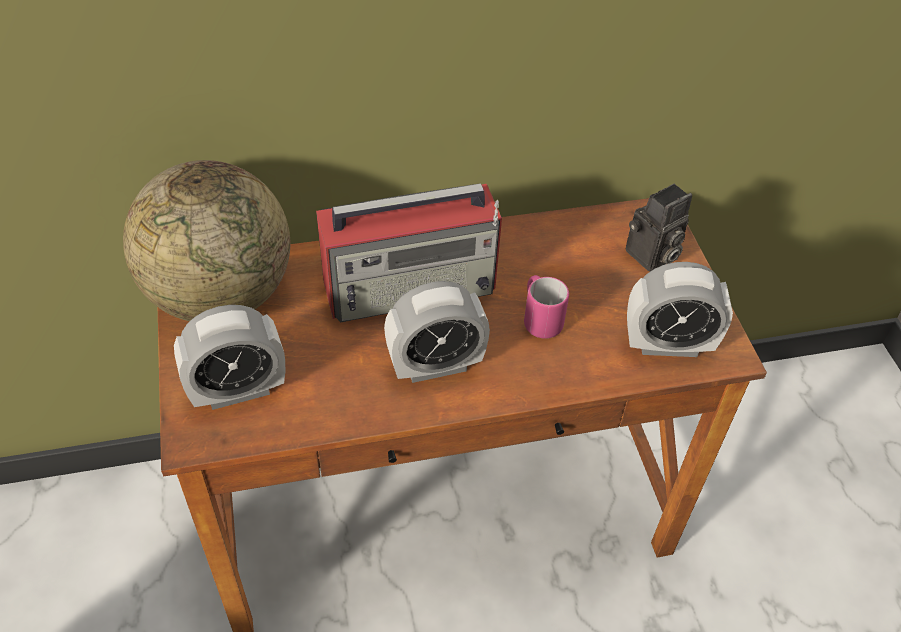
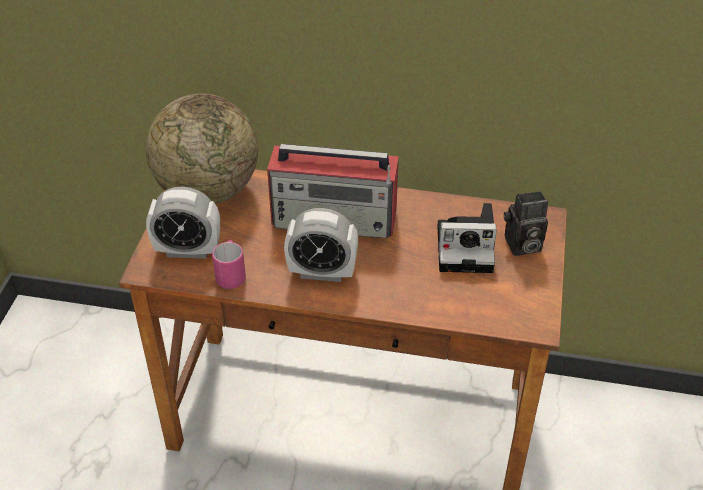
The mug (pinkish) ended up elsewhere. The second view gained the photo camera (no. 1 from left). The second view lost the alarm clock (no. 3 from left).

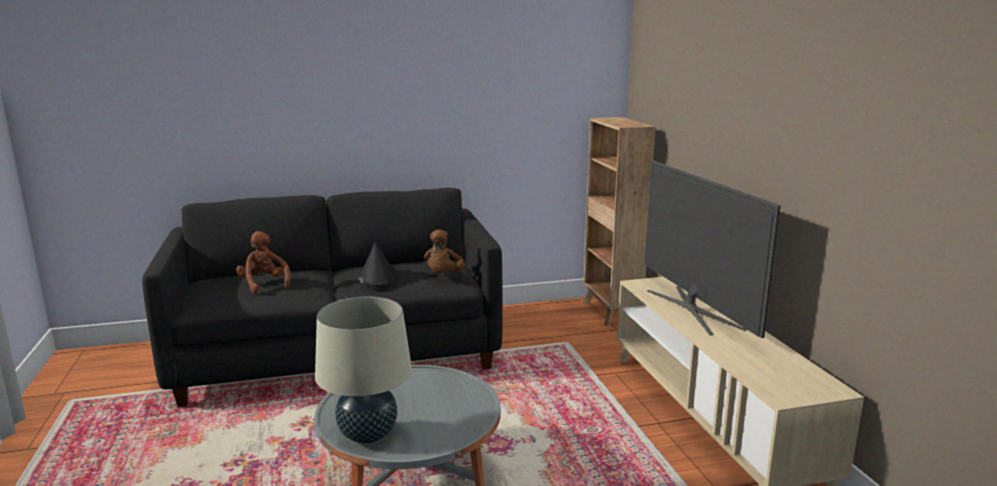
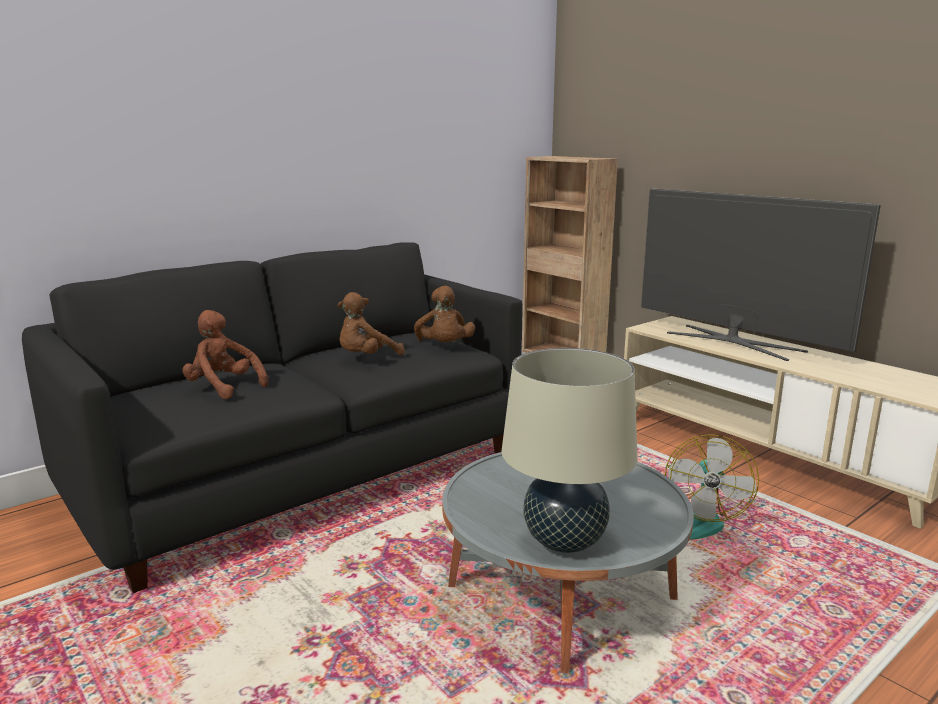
Where the clothing hat (blackish) stood, the cuddly toy (brown) (no. 2 from left) came to stand. The second view gained the electric fan.

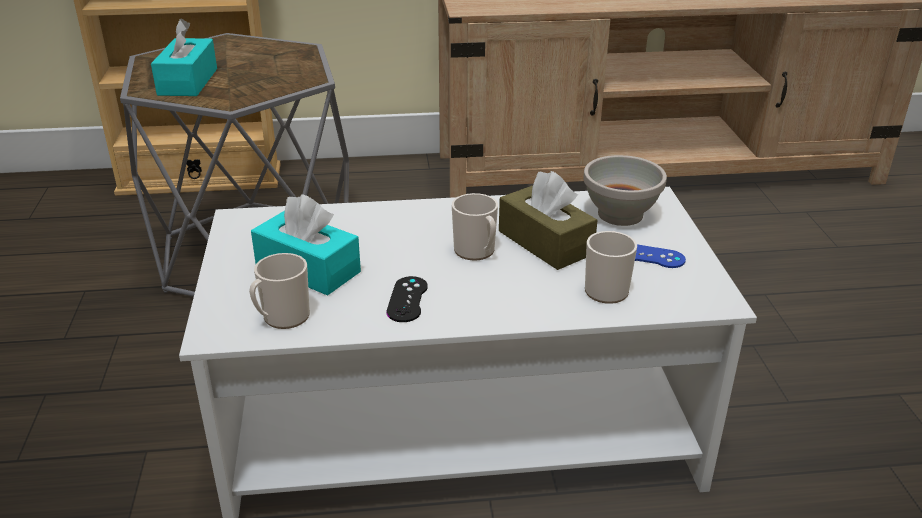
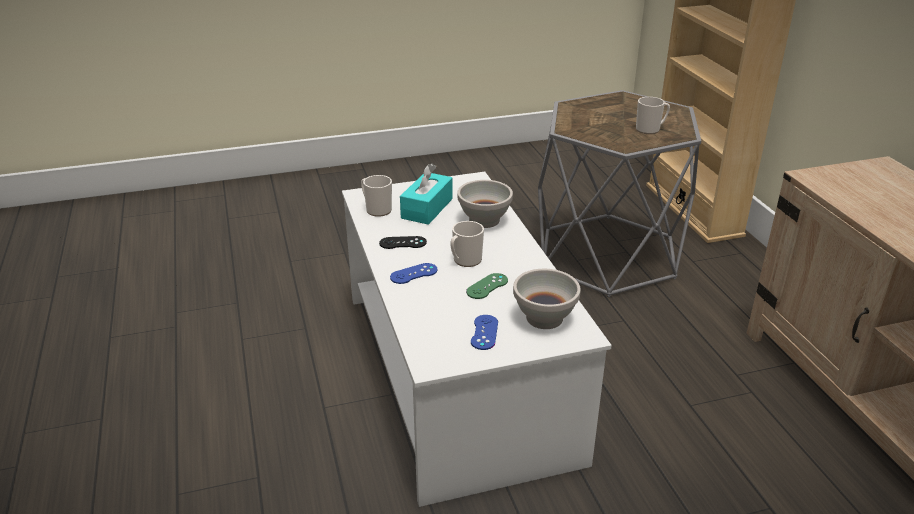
The second view gained the game controller (blue) (no. 1 from left). The second view gained the deep dish (whitish) (no. 1 from left). Where the box of tissues (brown) stood, the game controller (green) came to stand. The mug (no. 3 from left) ended up elsewhere. The second view lost the box of tissues (turquoise-coloured) (no. 1 from left).

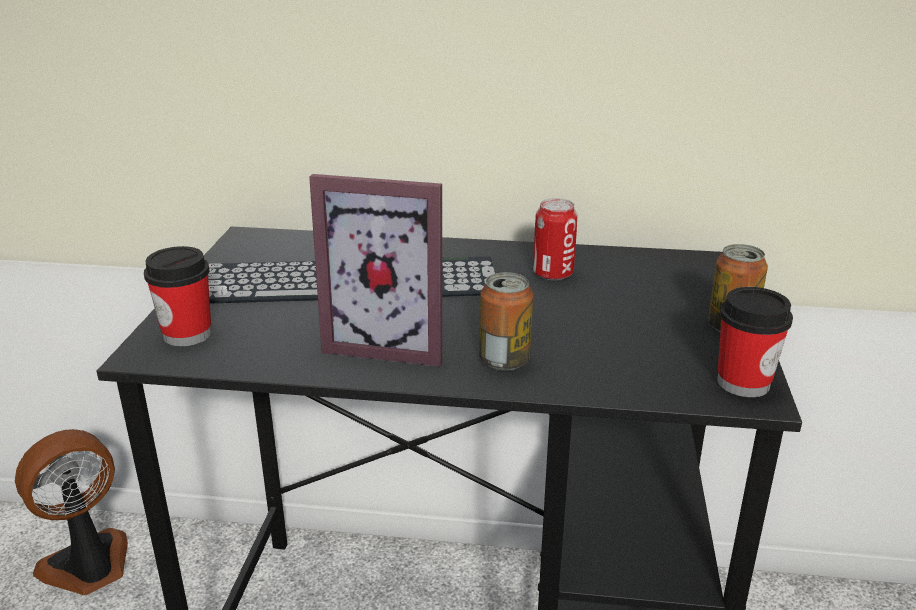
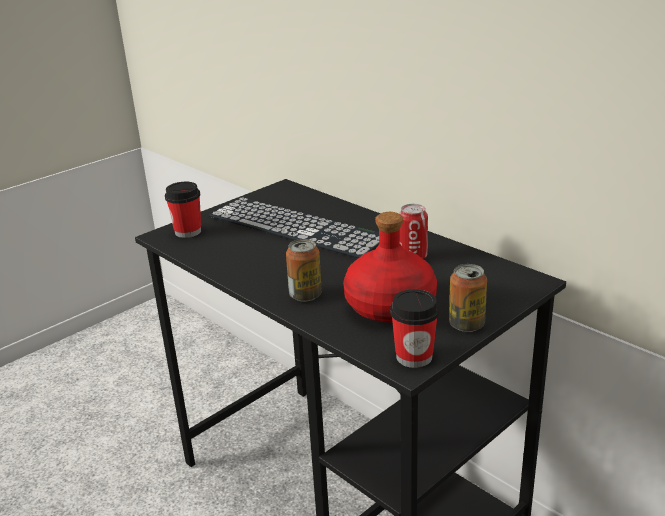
The second view gained the beverage bottle (reddish). The second view lost the electric fan. The second view lost the standing frame.

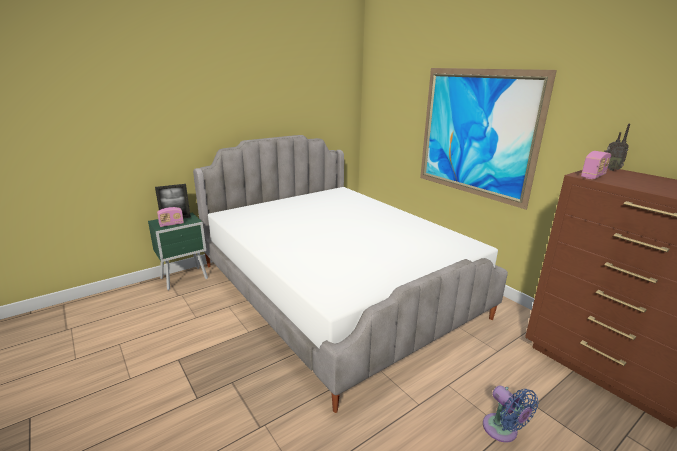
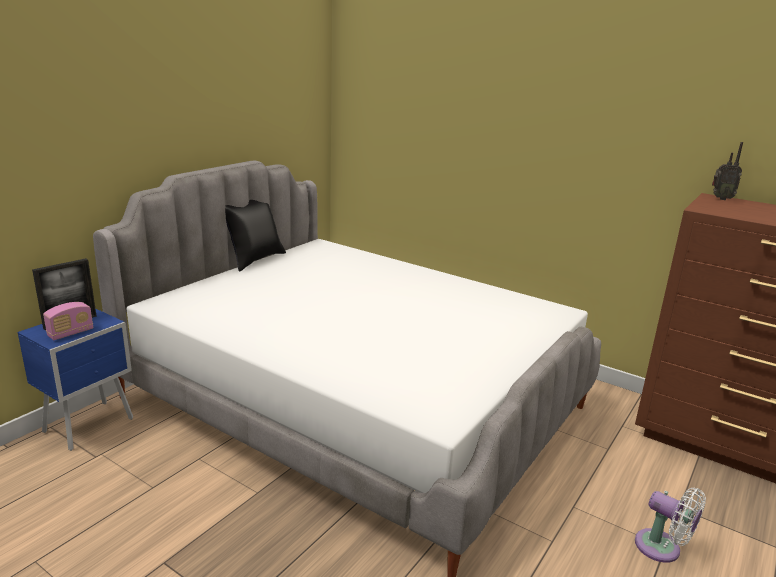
What was the nightstand (green) turned into the nightstand (blue). The second view gained the cushion (blackish). What was the electric fan (blue) turned into the electric fan (whitish). The second view lost the picture. The second view lost the radio (no. 2 from left).

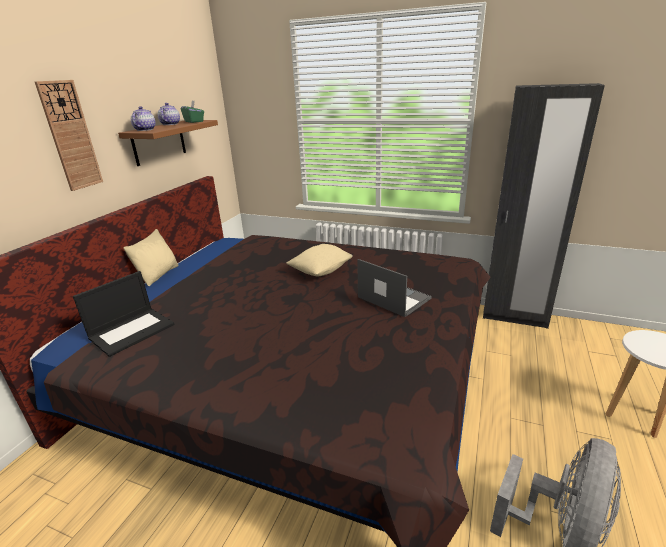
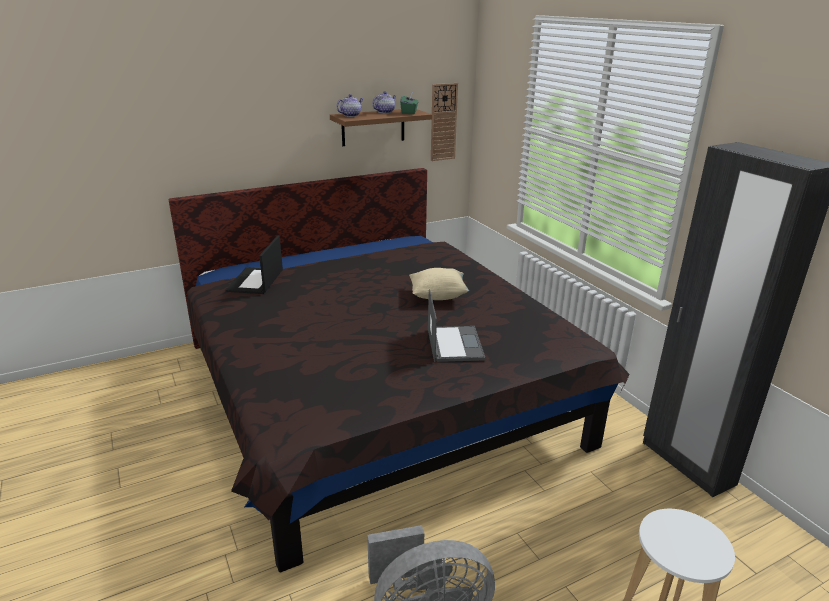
The laptop (no. 1 from left) ended up facing another way, 105 degrees clockwise from before. The hanging clock ended up elsewhere. The second view lost the cushion (beige) (no. 1 from left).

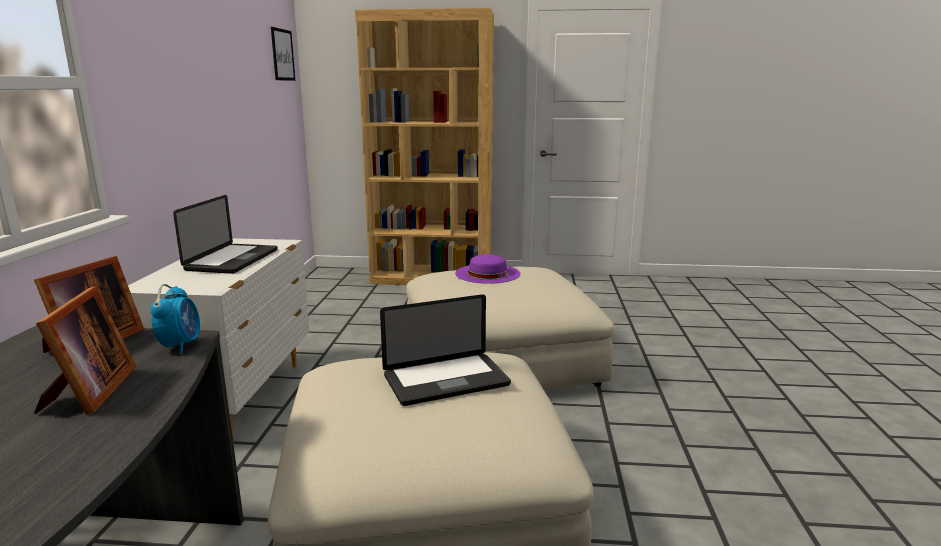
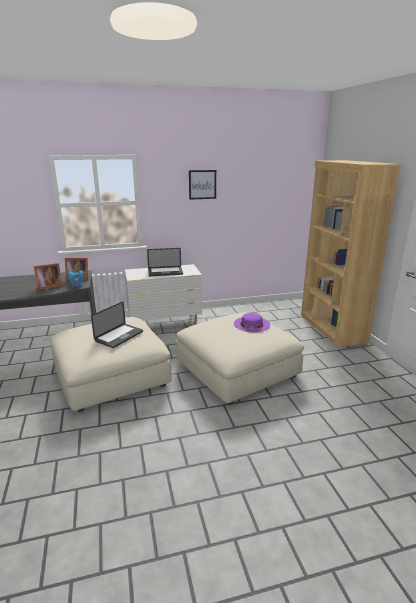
The laptop (no. 2 from left in the first image) ended up facing another way, 105 degrees counterclockwise from before. The picture ended up elsewhere.

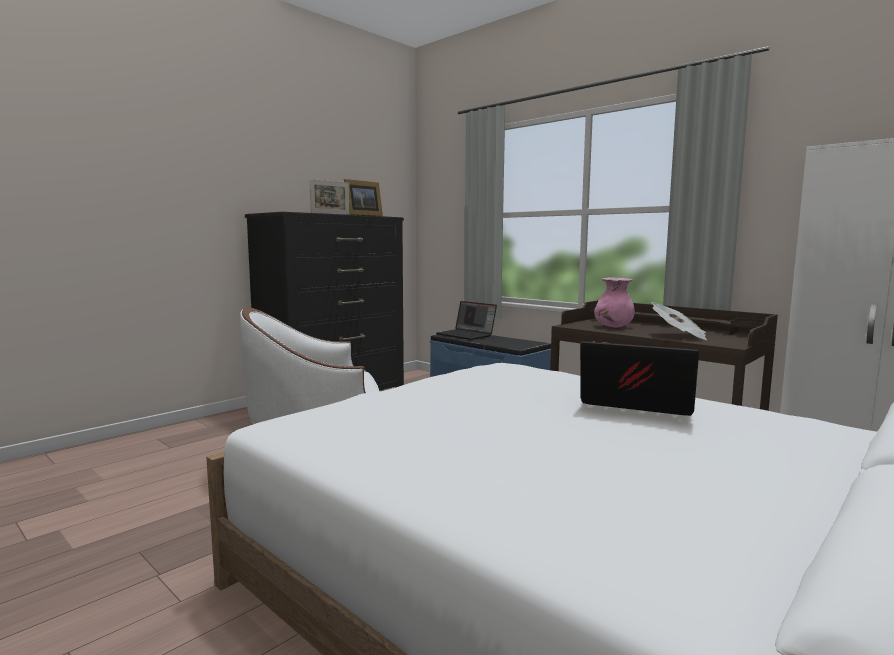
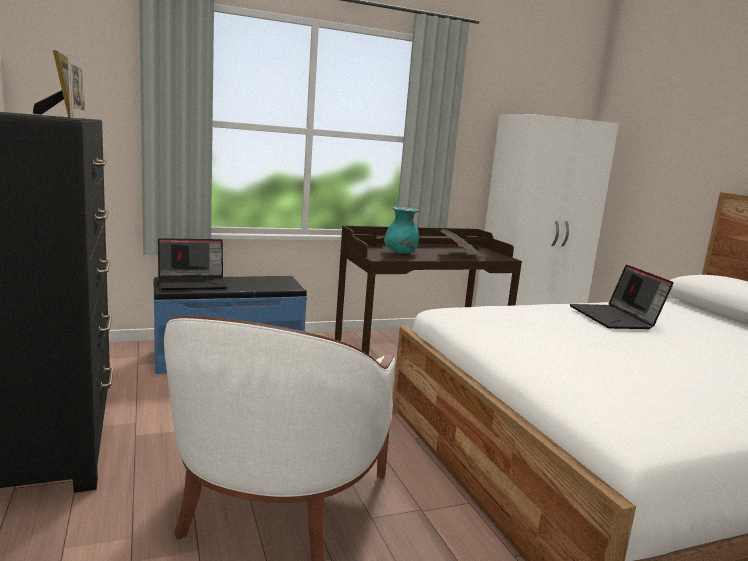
What was the vase (pinkish) turned into the vase (turquoise-coloured). The laptop (no. 2 from left) ended up facing another way, 60 degrees counterclockwise from before.

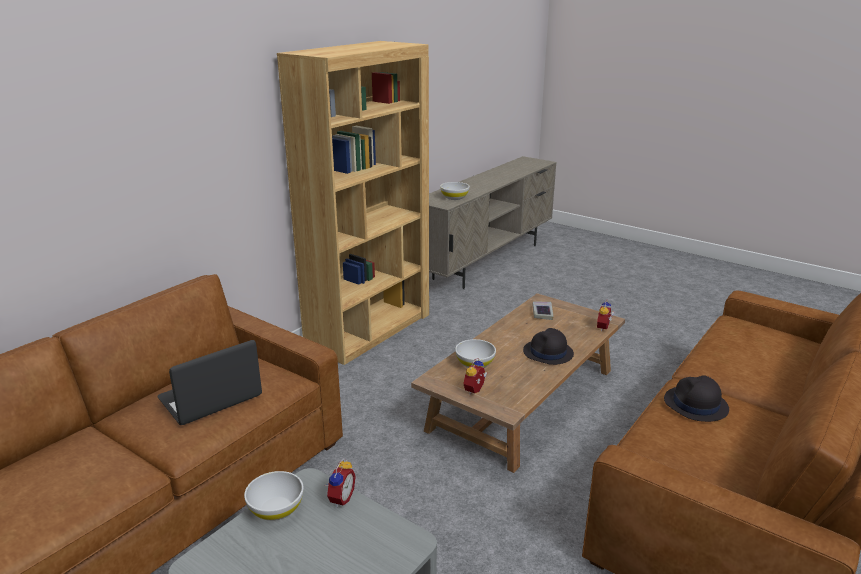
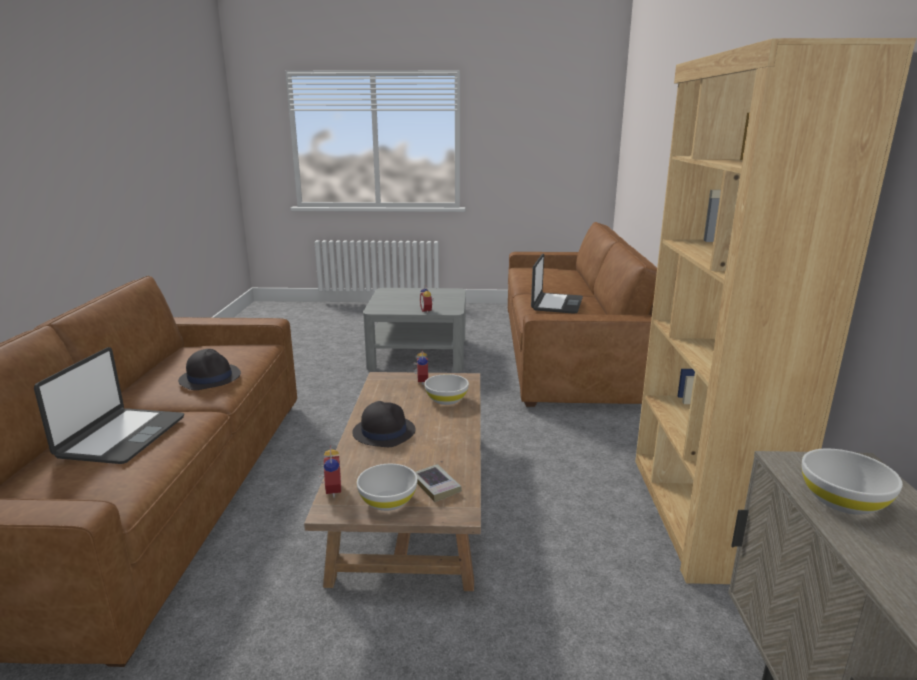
The second view gained the laptop (no. 1 from left). The deep dish (whitish) (no. 1 from left) ended up elsewhere.

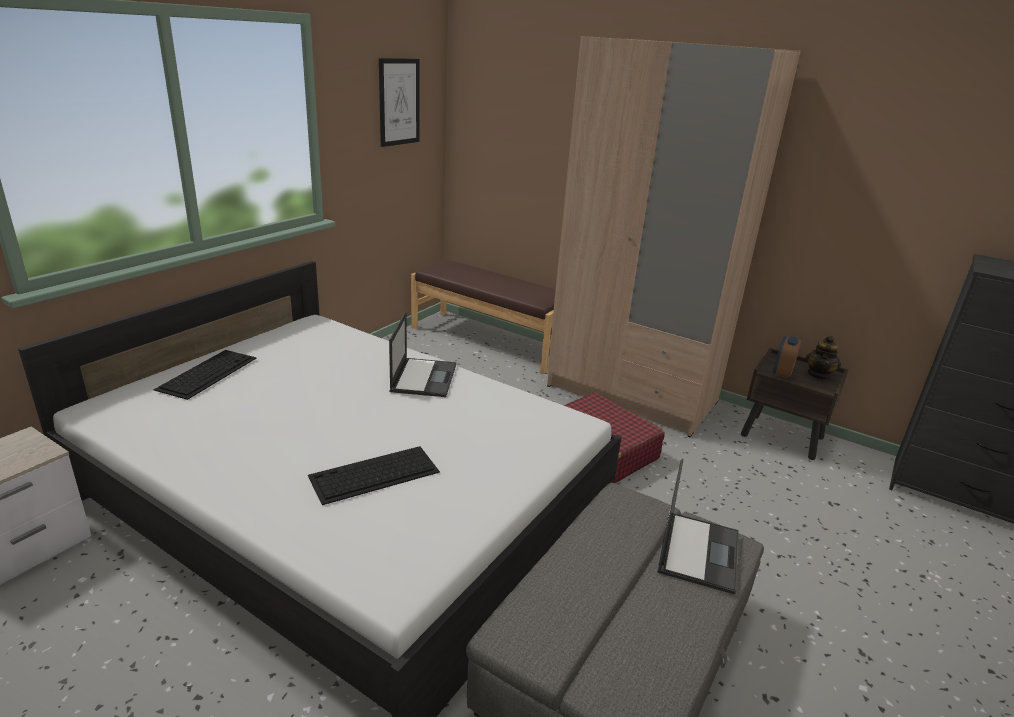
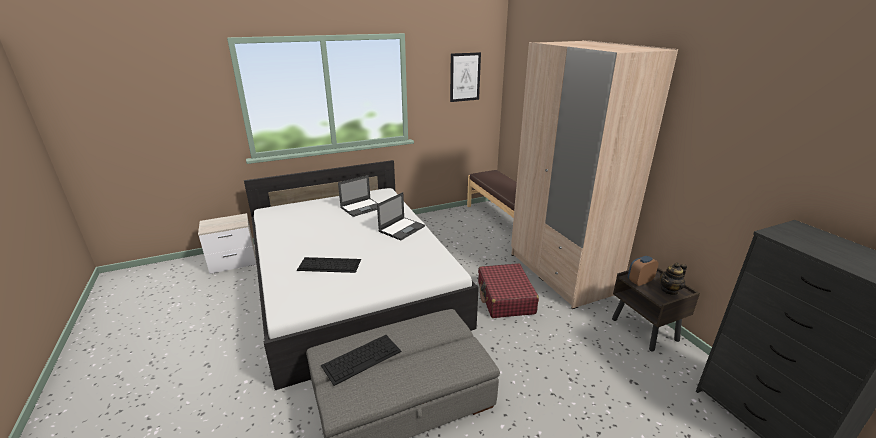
The computer keyboard (no. 1 from left in the first image) ended up elsewhere. The laptop (no. 2 from left in the first image) ended up elsewhere.

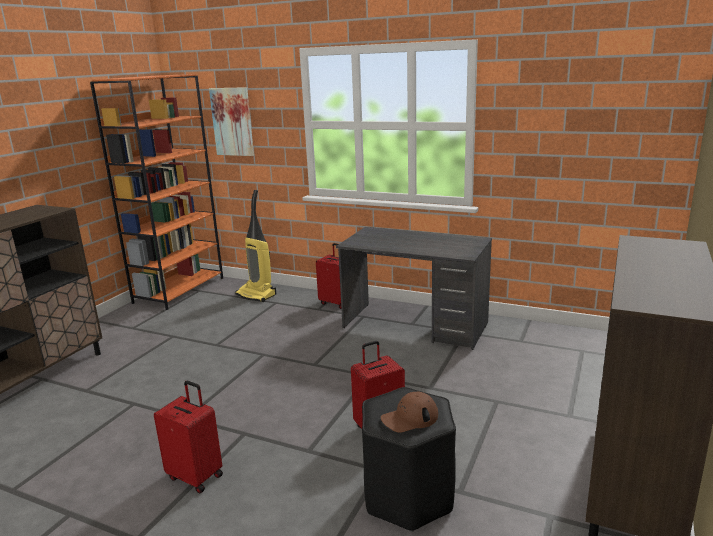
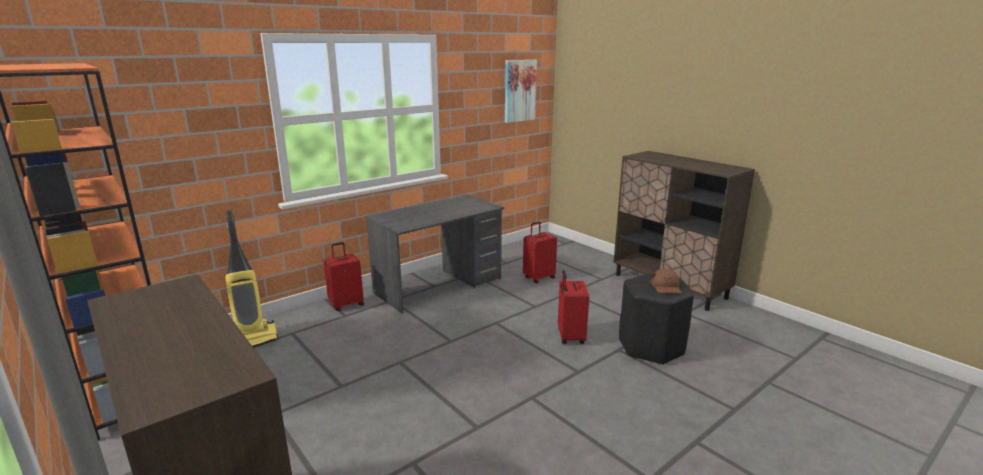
The picture ended up elsewhere. The piece of luggage (reddish) (no. 1 from left in the first image) ended up elsewhere.

